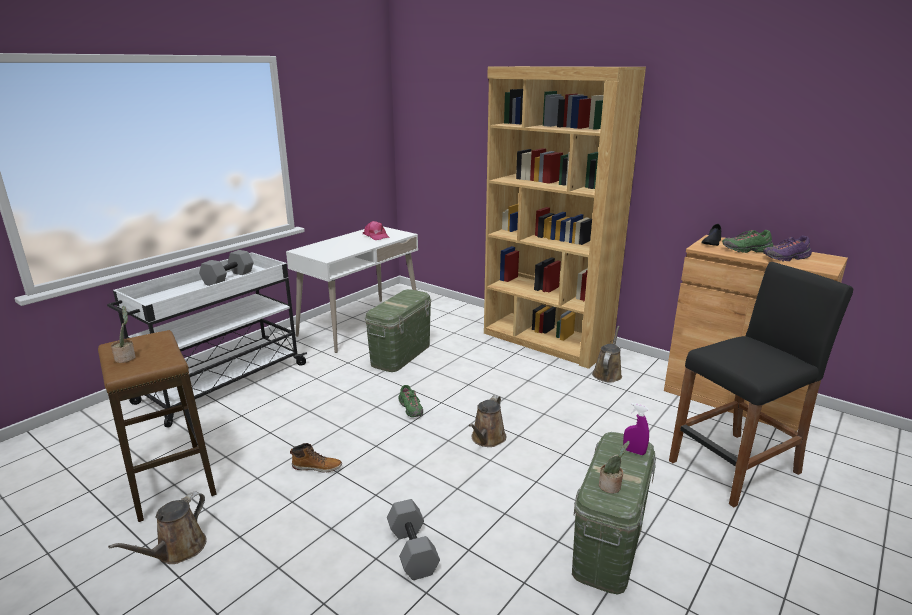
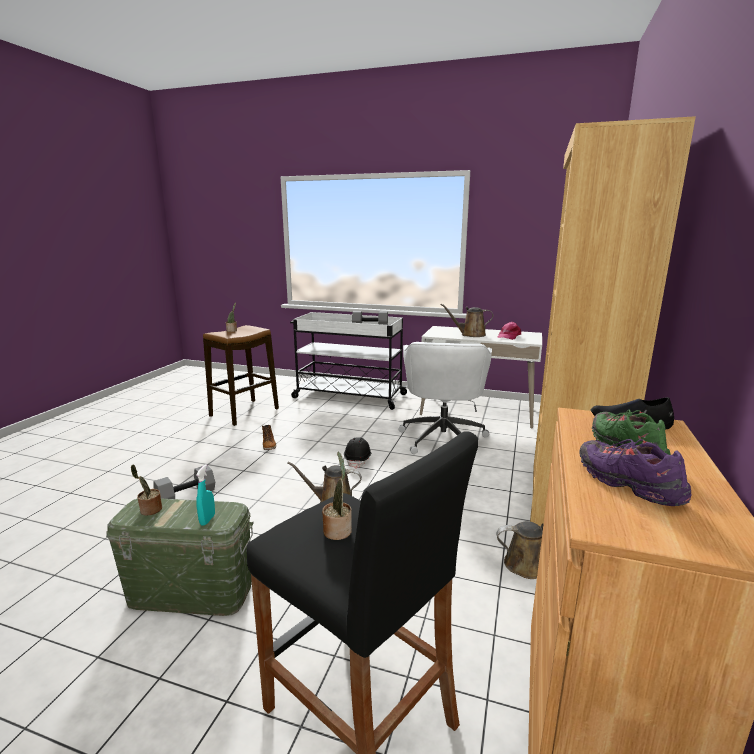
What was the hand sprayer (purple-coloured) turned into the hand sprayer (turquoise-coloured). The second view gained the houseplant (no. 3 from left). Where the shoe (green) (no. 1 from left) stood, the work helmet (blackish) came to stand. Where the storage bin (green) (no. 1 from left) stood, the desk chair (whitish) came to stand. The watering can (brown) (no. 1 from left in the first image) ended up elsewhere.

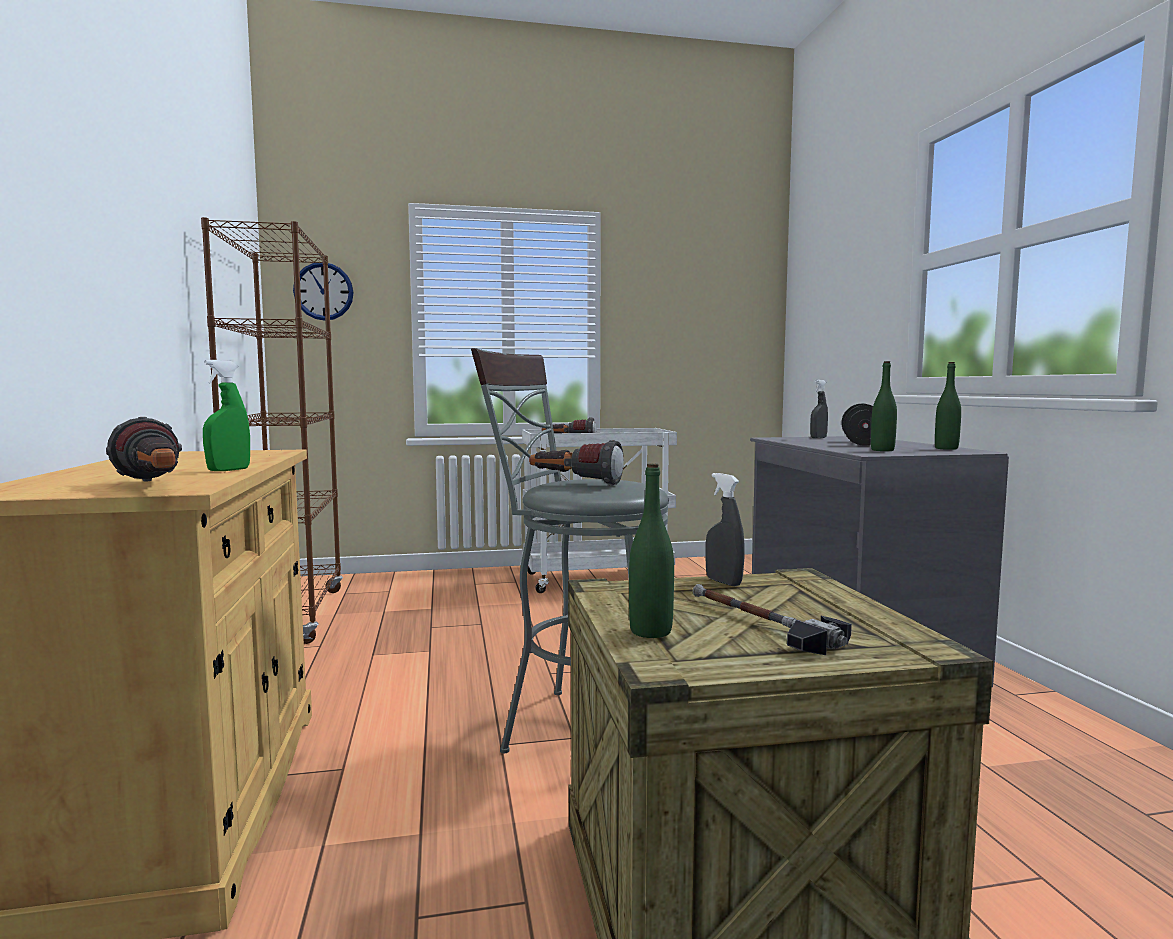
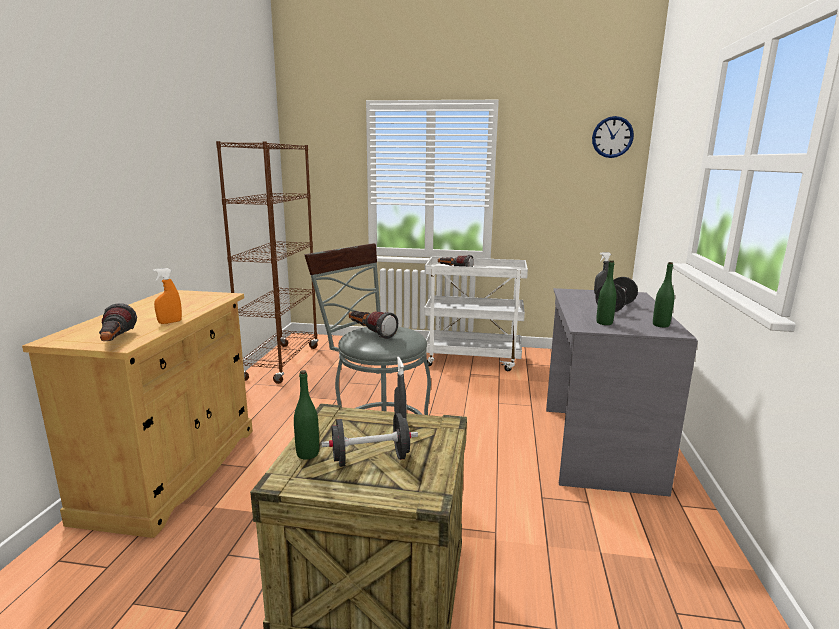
What was the hand sprayer (green) turned into the hand sprayer (orange-coloured). Where the hand hammer stood, the hand weight (blackish) (no. 1 from left) came to stand. The hanging clock ended up elsewhere.

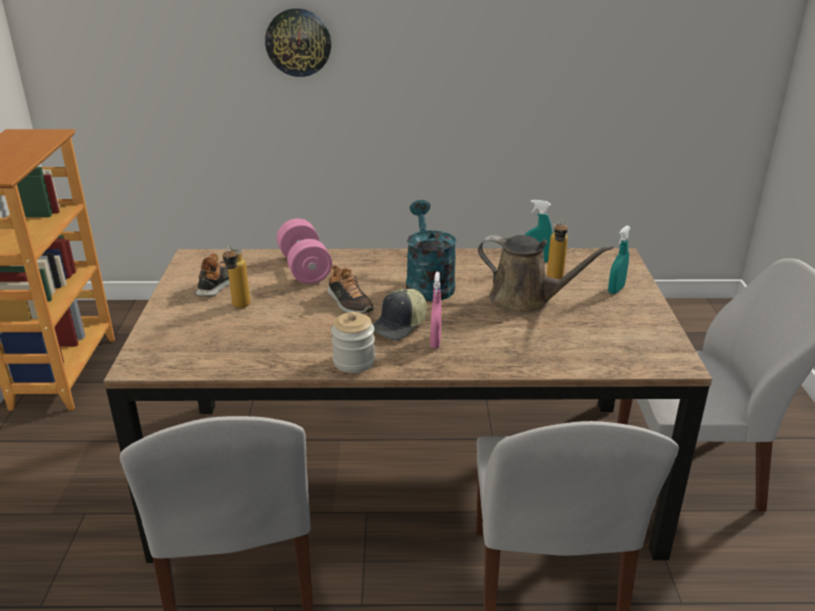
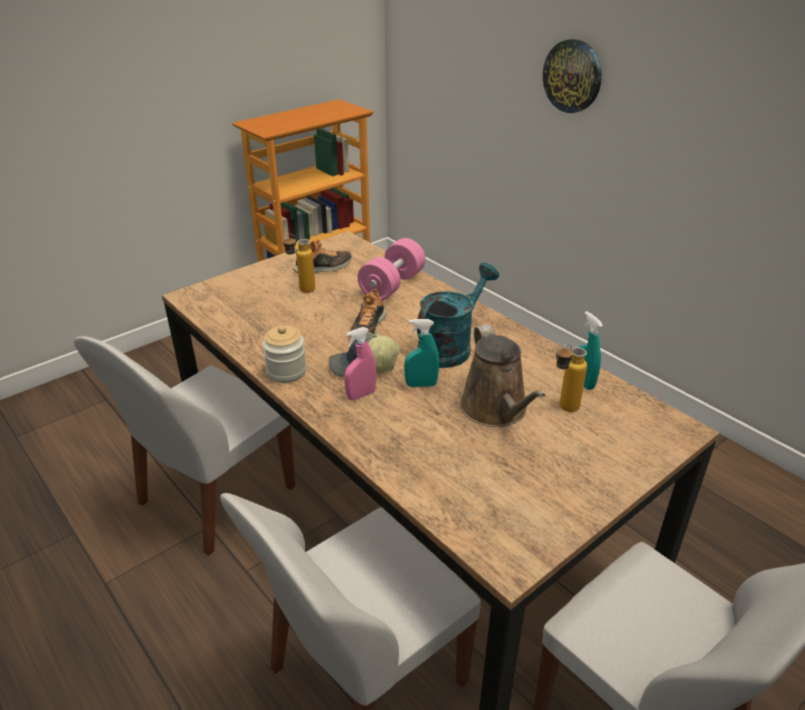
The hand sprayer (turquoise-coloured) (no. 2 from left in the first image) ended up elsewhere.

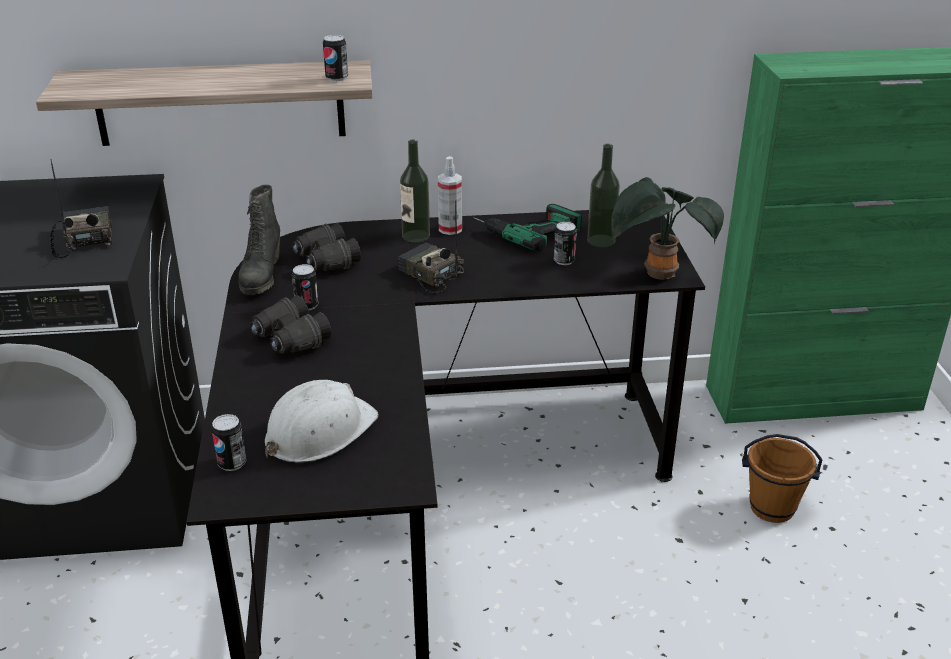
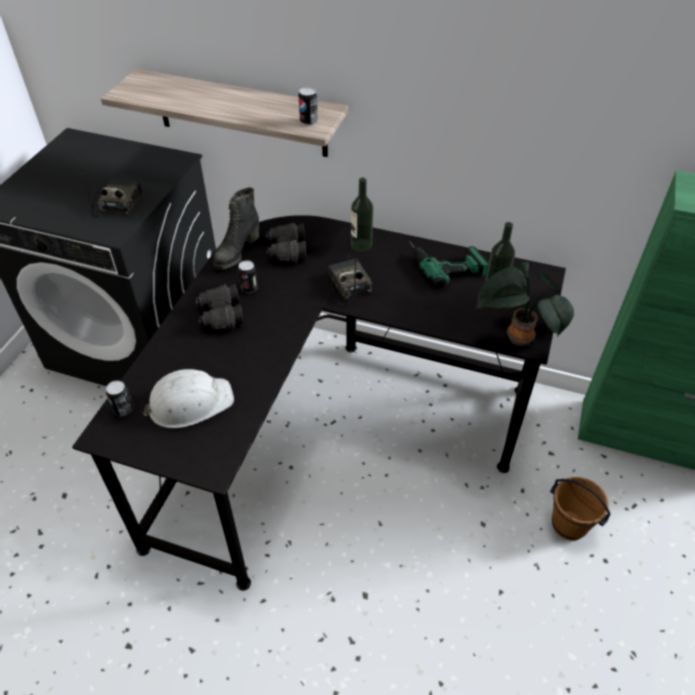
The second view lost the hand sprayer. The second view lost the metal can (no. 4 from left).

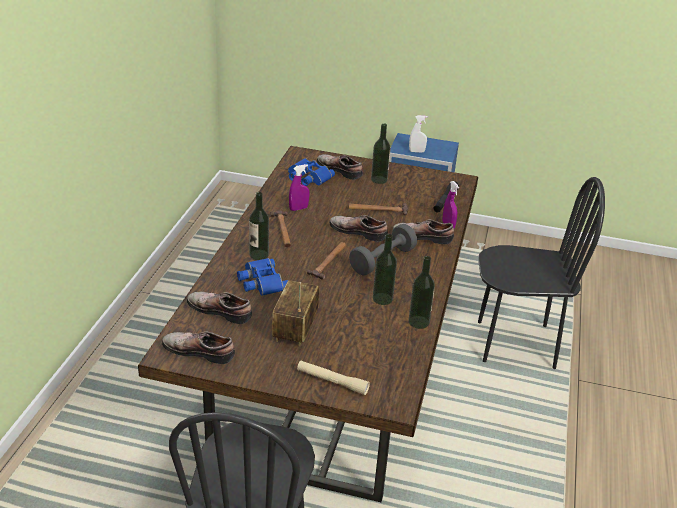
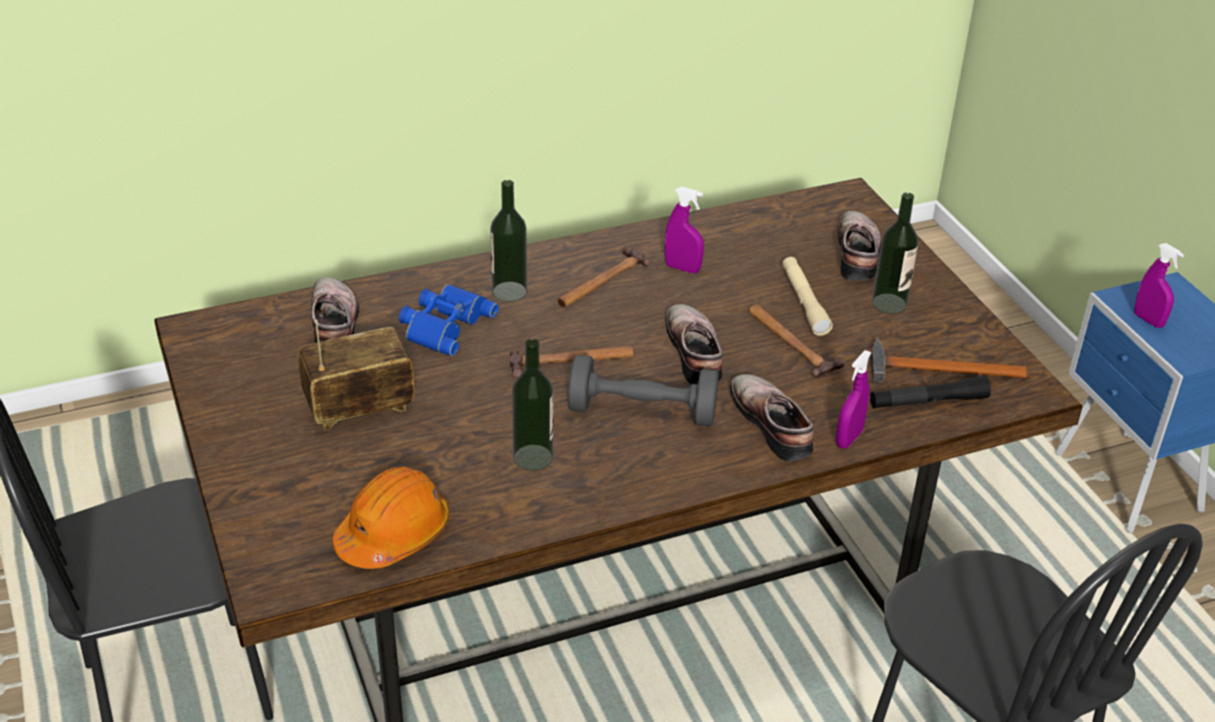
The second view gained the work helmet (orange-coloured). The flashlight (beige) ended up elsewhere. The second view gained the hand hammer (no. 4 from left). What was the hand sprayer (whitish) turned into the hand sprayer (purple-coloured) (no. 3 from left). The second view lost the shoe (no. 1 from left). The second view lost the field glasses (blue) (no. 2 from left). The second view lost the beverage bottle (no. 4 from left).

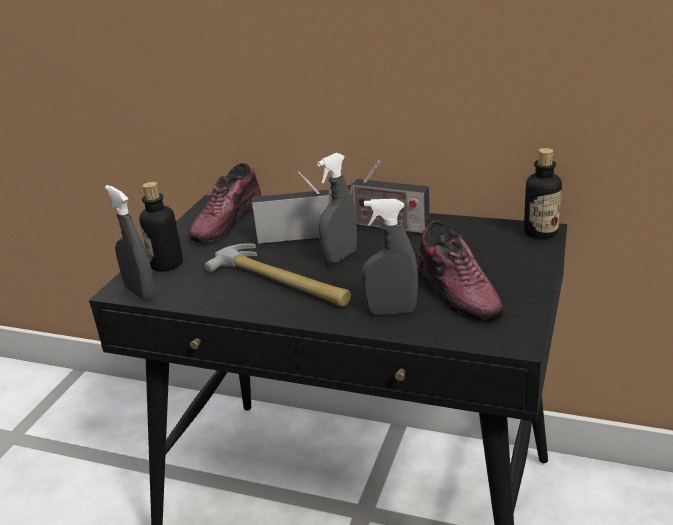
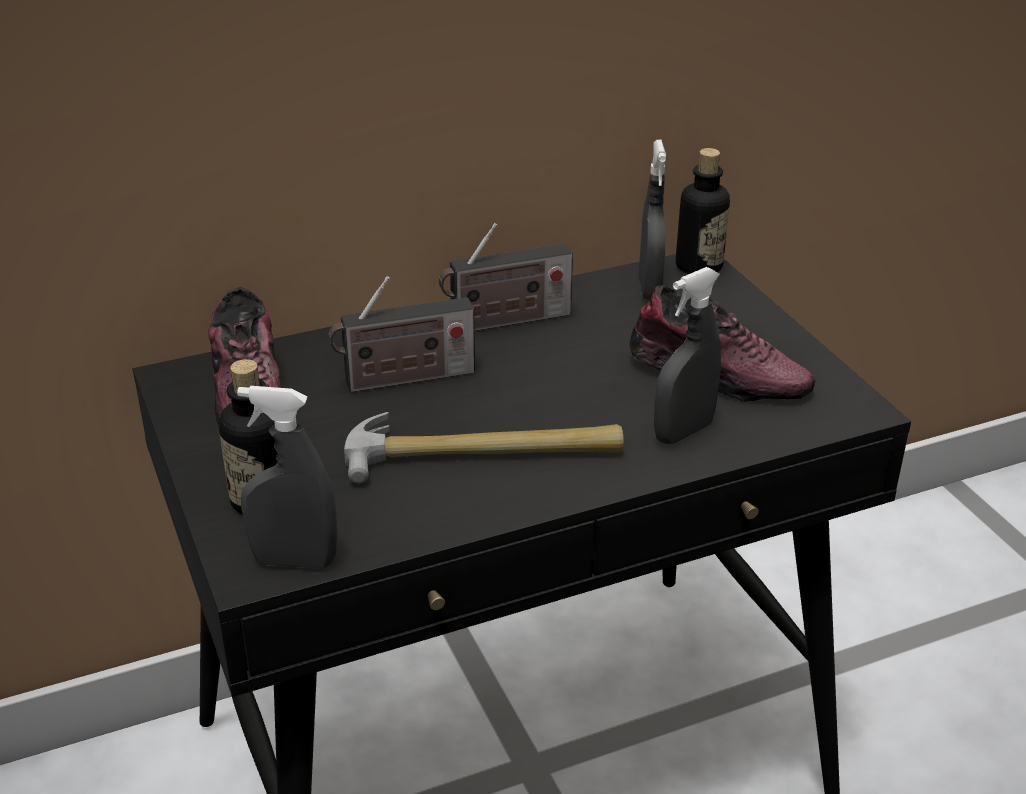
The radio (no. 1 from left) ended up facing another way, 150 degrees counterclockwise from before. The hand sprayer (gray) (no. 2 from left) ended up elsewhere.

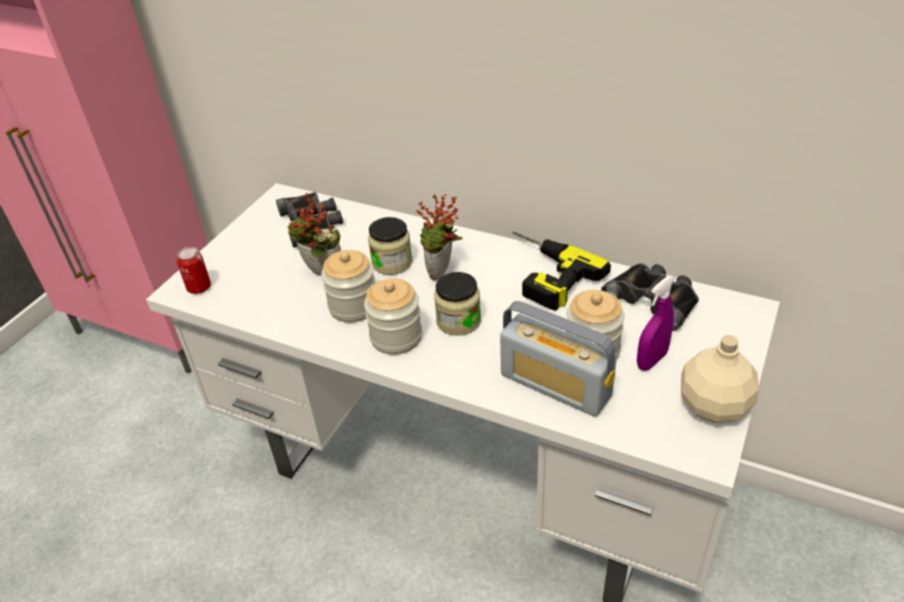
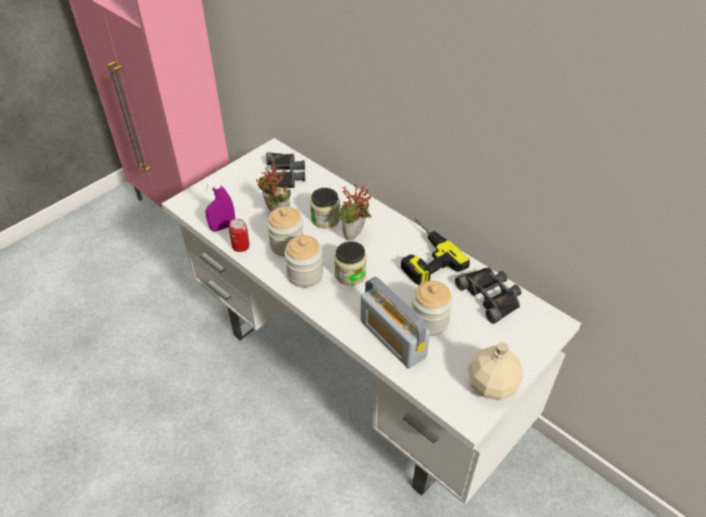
The hand sprayer (purple-coloured) ended up elsewhere. The metal can ended up elsewhere.

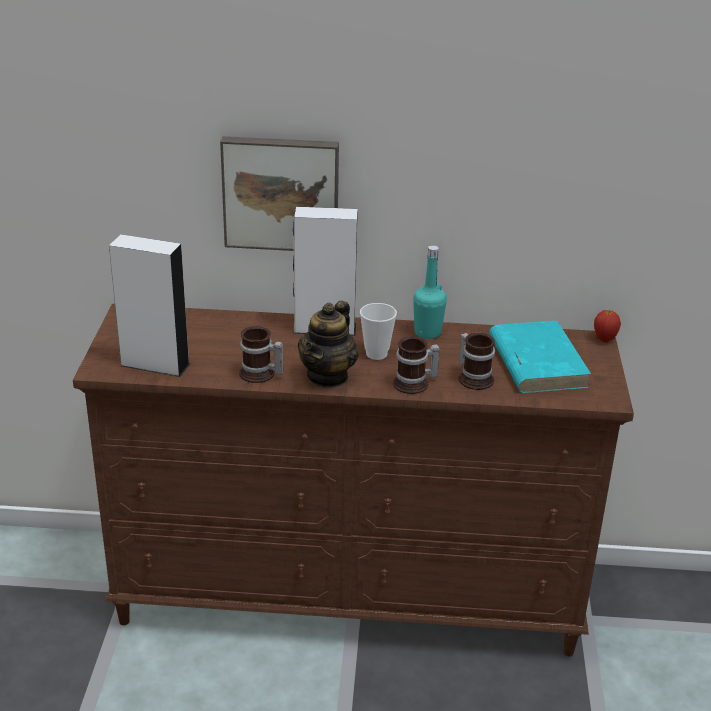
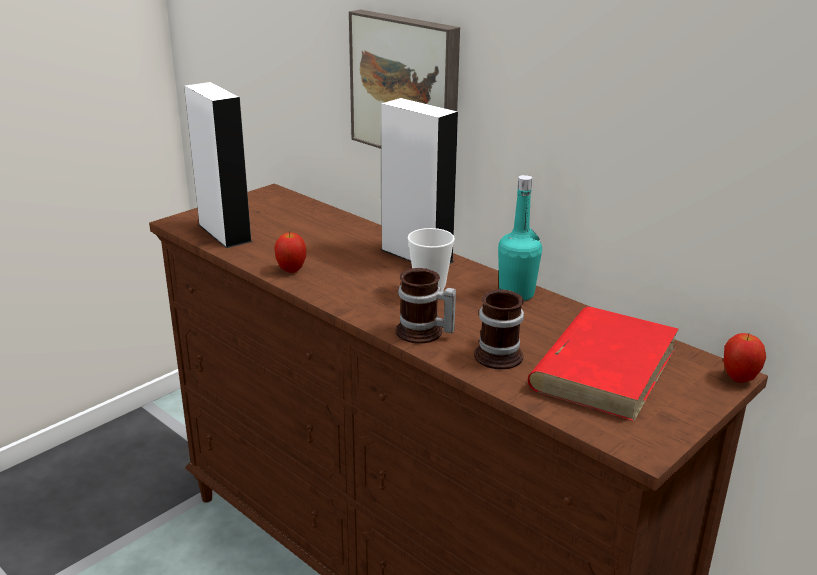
Where the mug (no. 1 from left) stood, the apple (no. 1 from left) came to stand. What was the bound book (turquoise-coloured) turned into the bound book (reddish). The second view lost the teapot.

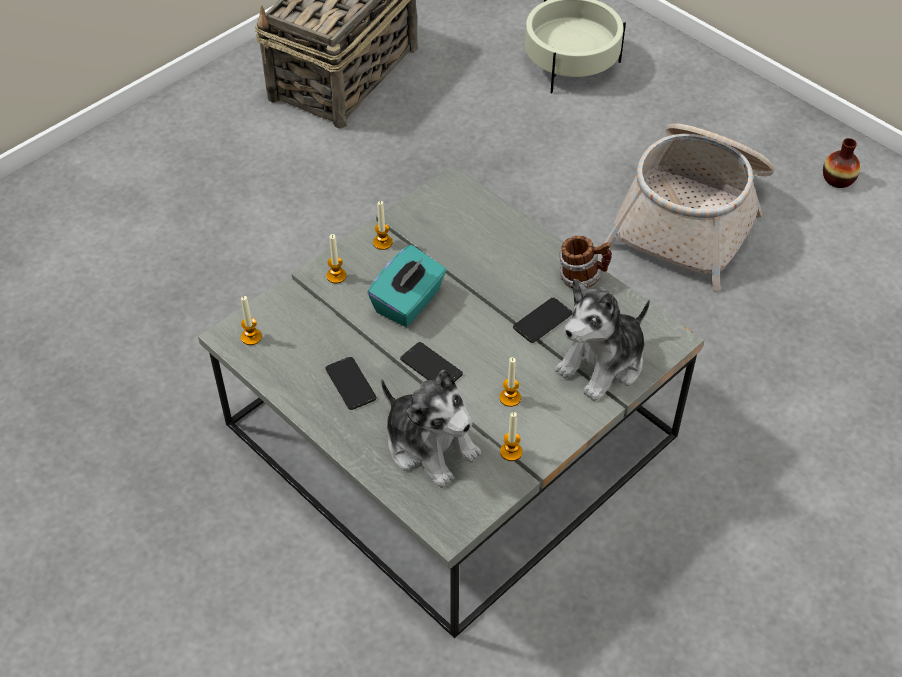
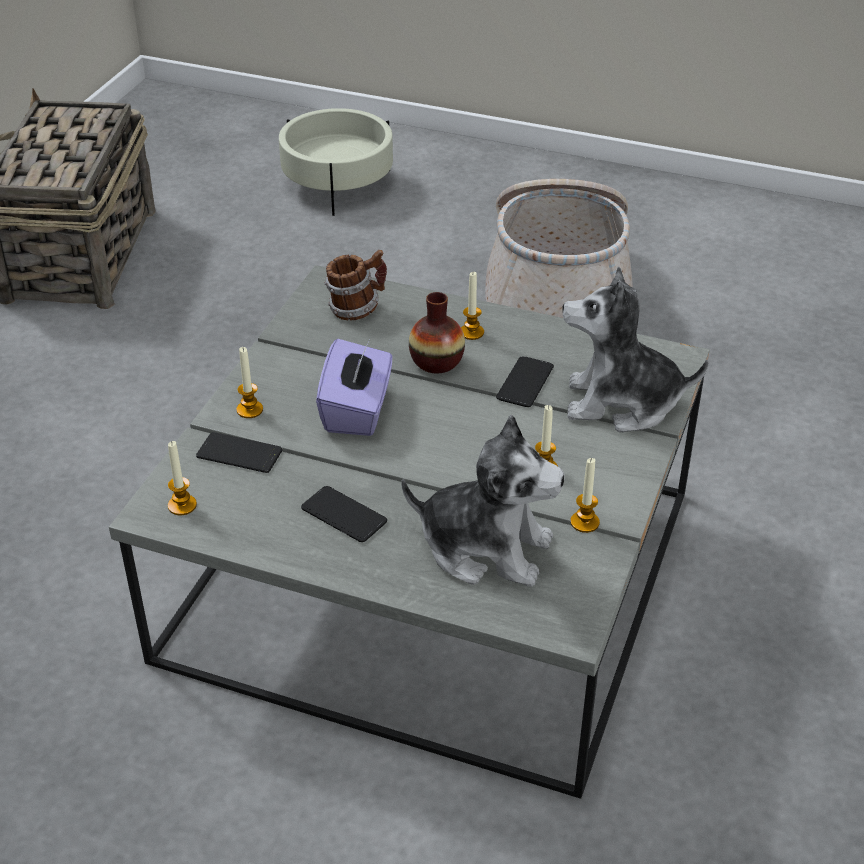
The phone (no. 2 from left in the first image) ended up elsewhere. What was the box of tissues (turquoise-coloured) turned into the box of tissues (purple-coloured). The mug ended up elsewhere. The vase ended up elsewhere. The wax light (no. 3 from left) ended up elsewhere. The cuddly toy (no. 2 from left) ended up facing another way, 75 degrees clockwise from before.

